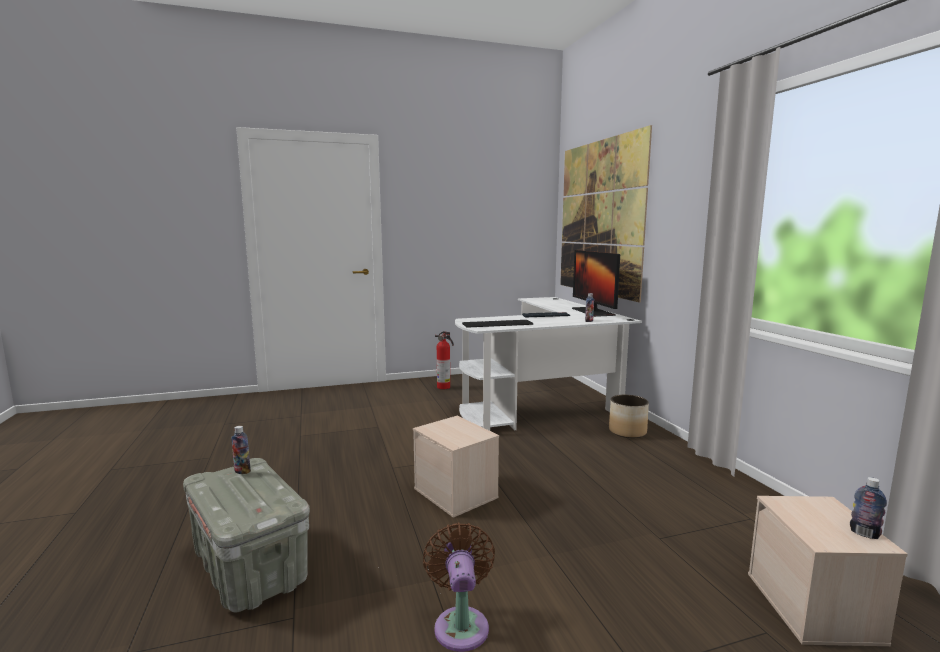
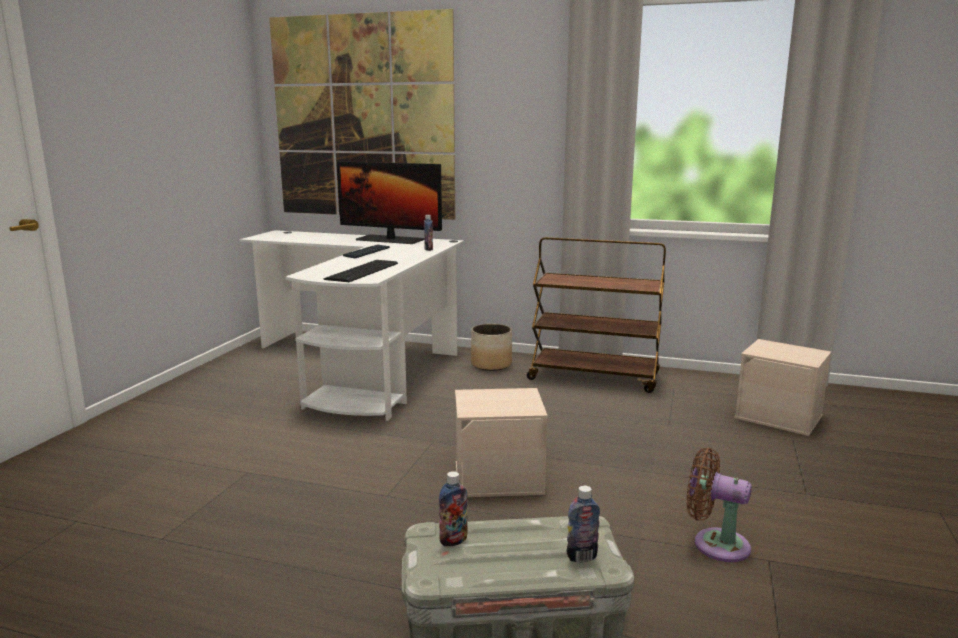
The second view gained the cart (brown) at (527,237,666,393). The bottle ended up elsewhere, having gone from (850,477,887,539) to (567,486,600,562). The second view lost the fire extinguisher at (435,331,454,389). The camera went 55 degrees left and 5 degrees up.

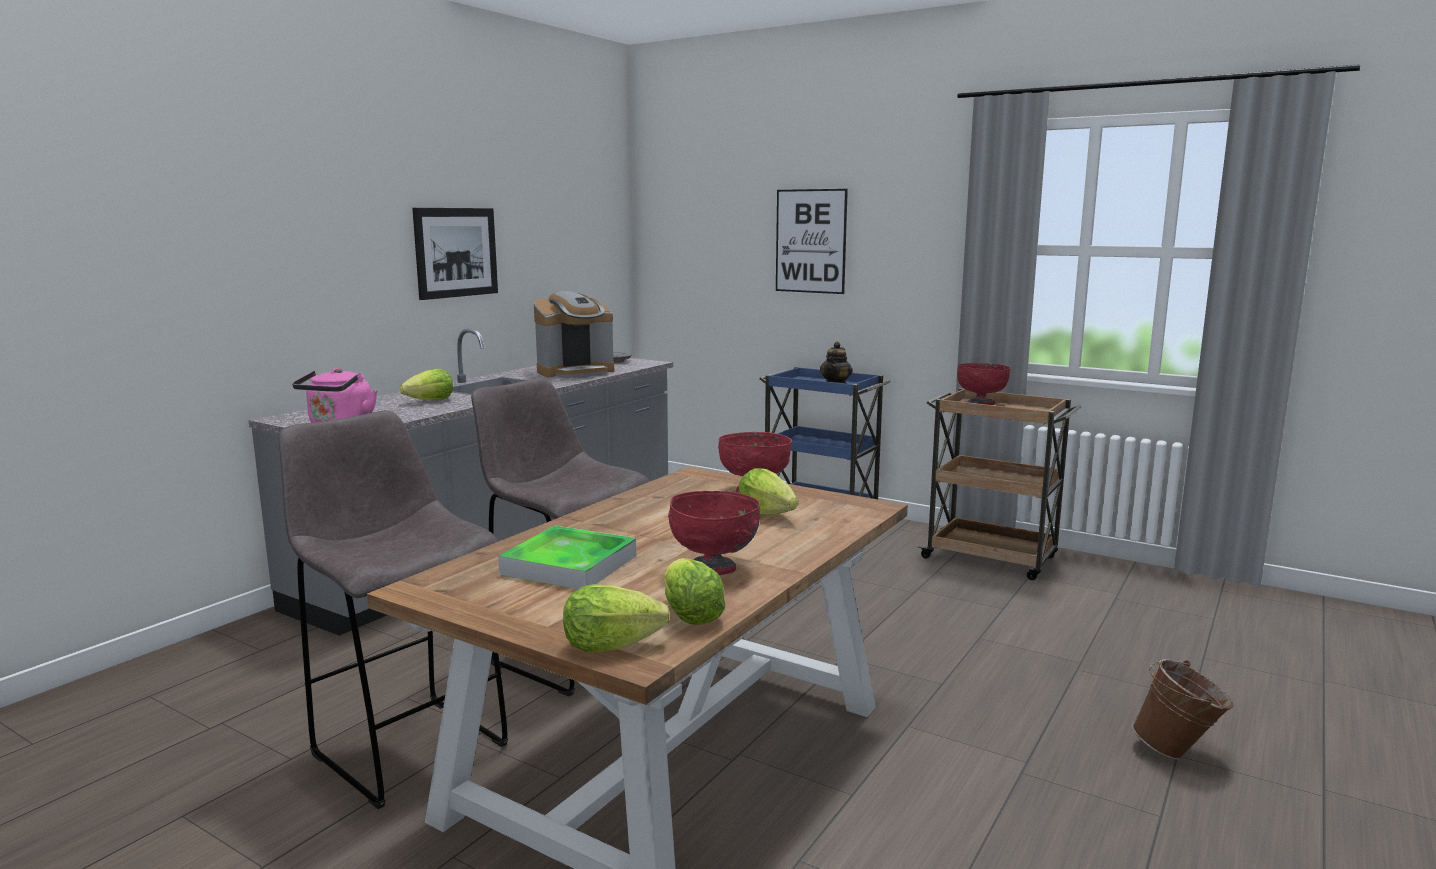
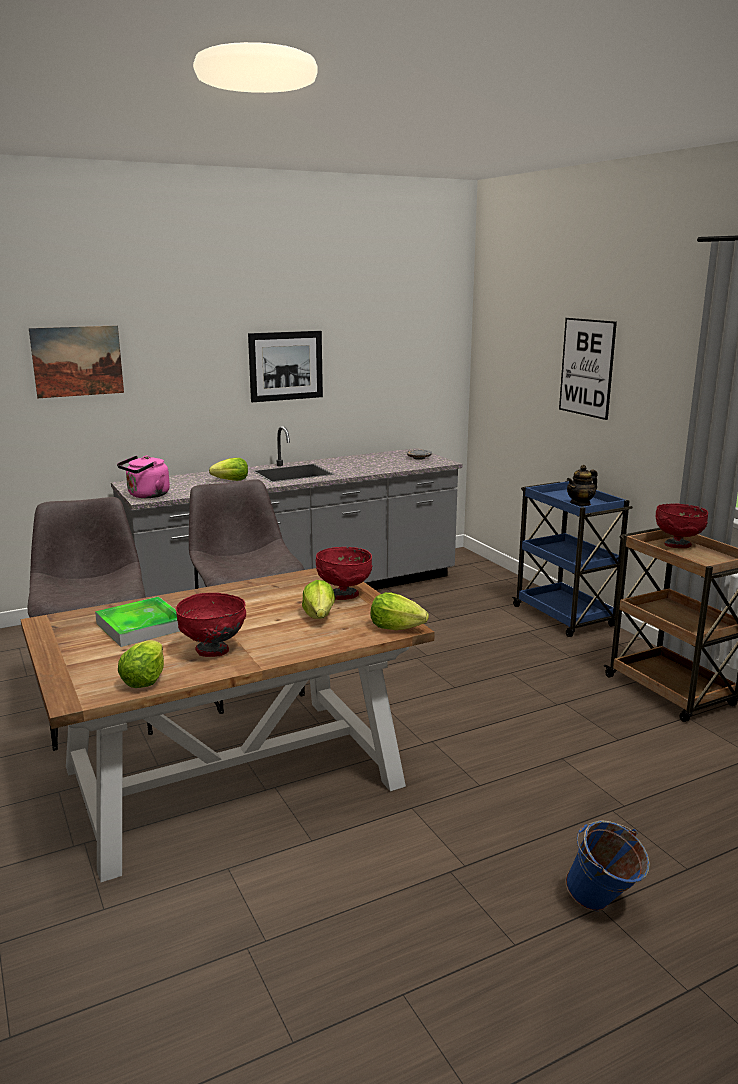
The second view gained the picture at (29,325,124,398). The lettuce ended up elsewhere, having gone from (563,584,670,652) to (370,592,429,630). What was the bucket (brown) at (1132,659,1233,760) turned into the bucket (blue) at (565,820,650,911). The second view lost the coffee machine at (534,291,614,378). The camera went 30 degrees right and 5 degrees up.

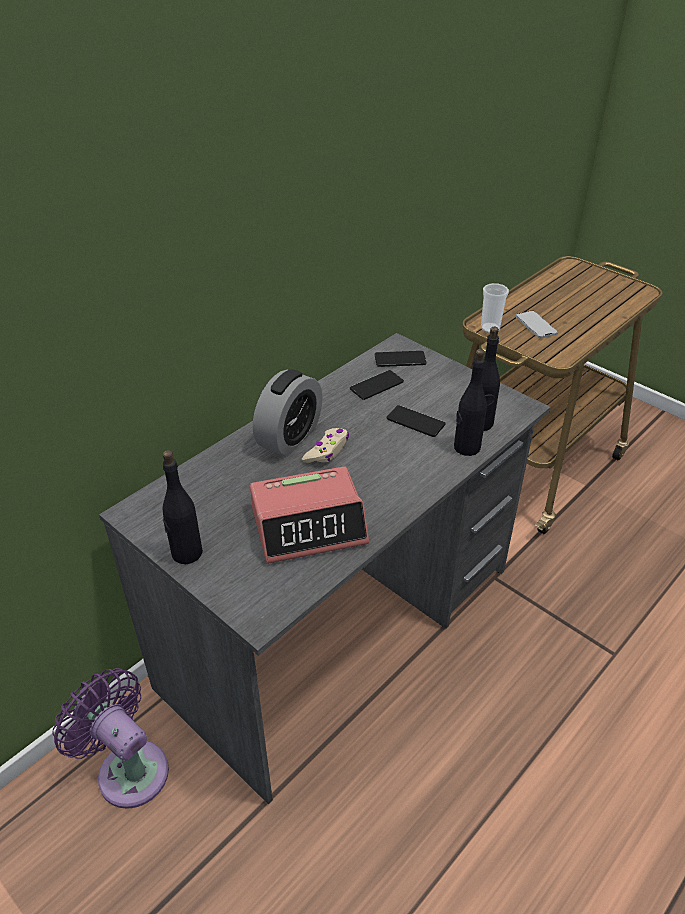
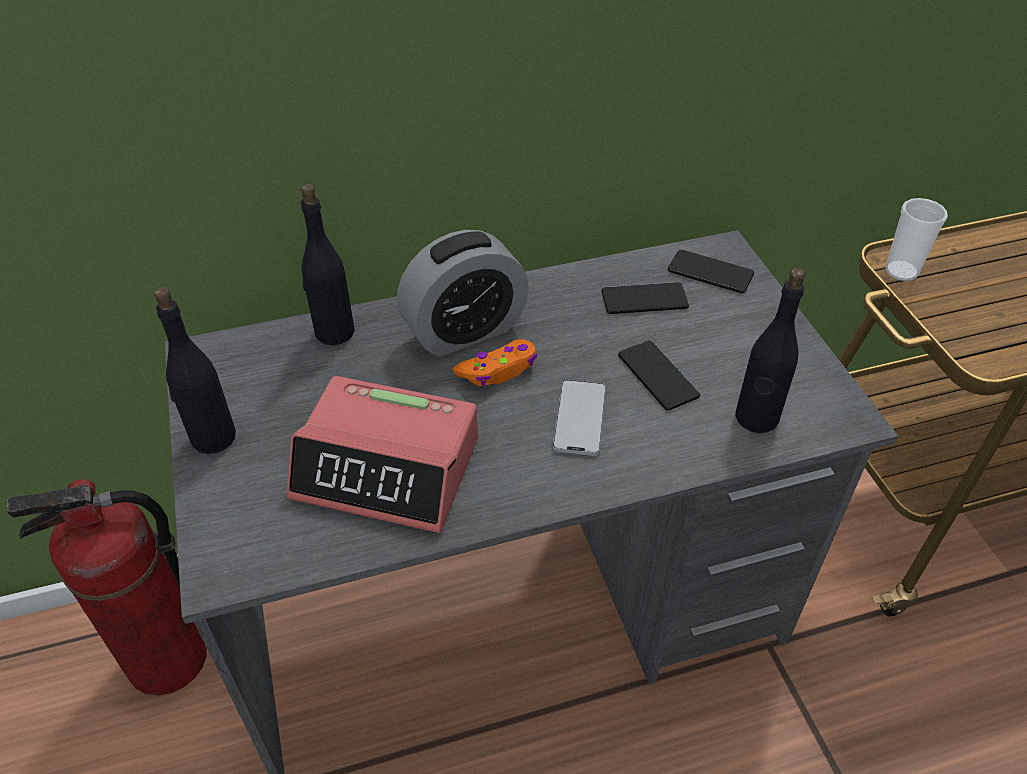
Where the fan (purple) stood at (53,668,169,809), the fire extinguisher came to stand at (7,479,207,695). The bottle (black) ended up elsewhere, having gone from (454,349,487,456) to (301,184,355,345). What was the game controller (beige) at (302,428,349,463) turned into the game controller (orange) at (453,339,537,386). The phone ended up elsewhere, having gone from (516,311,558,339) to (553,380,606,456). The camera went 30 degrees right and 5 degrees up.

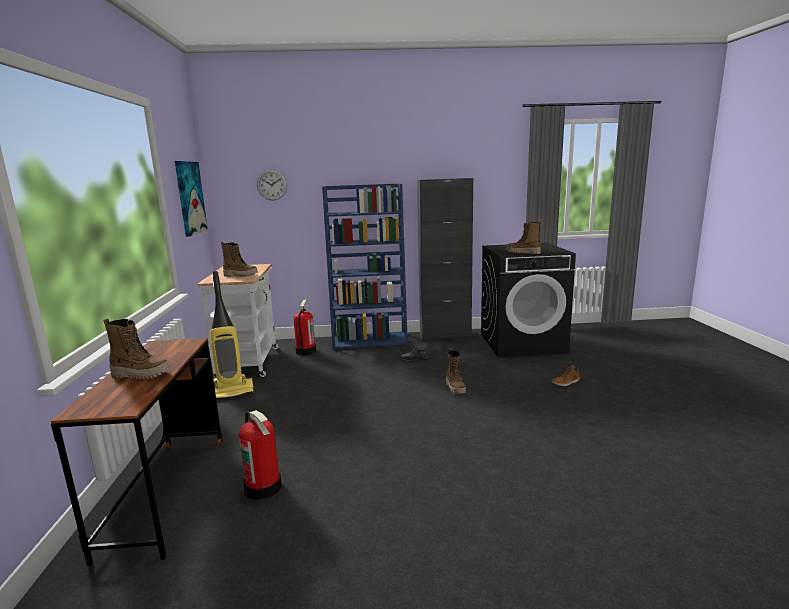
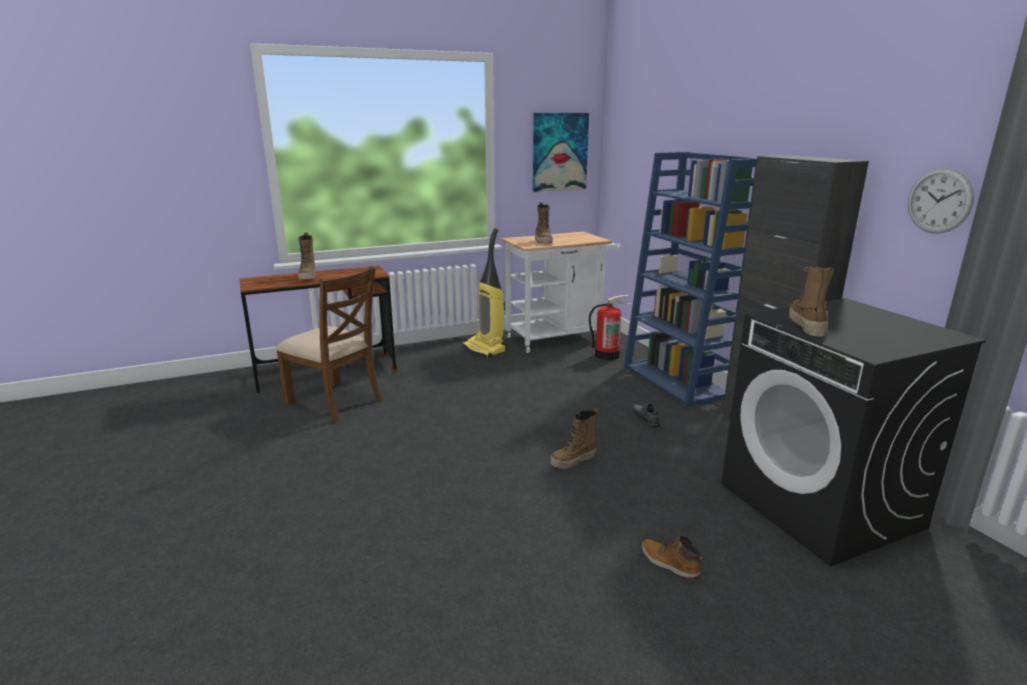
Where the fire extinguisher stood at (239,410,282,500), the chair (brown) came to stand at (276,266,382,423). The wall clock ended up elsewhere, having gone from (257,169,287,200) to (907,168,974,234). The camera went 70 degrees right and 5 degrees up.

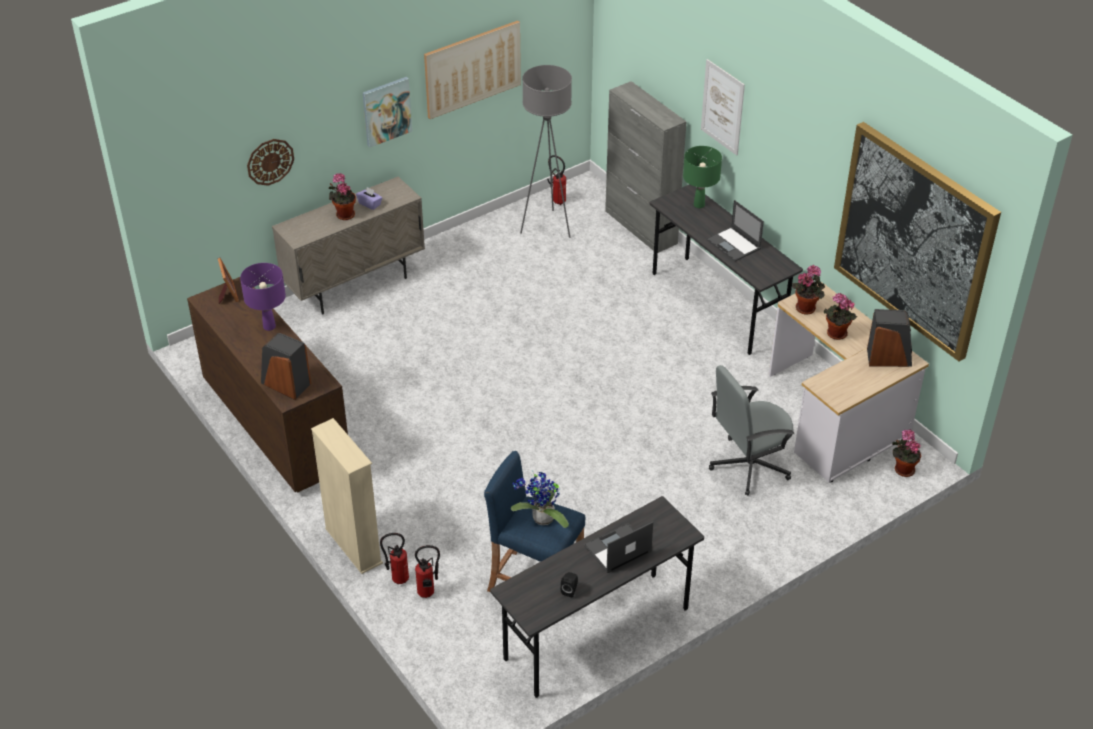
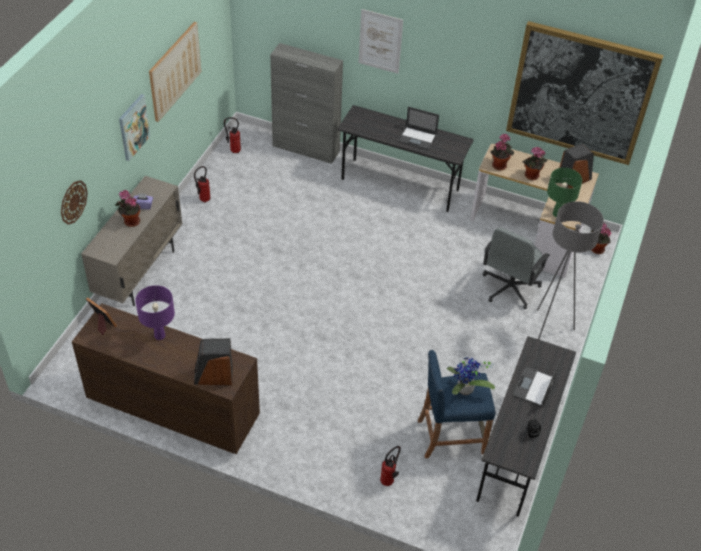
The fire extinguisher ended up elsewhere, having gone from (380,533,409,584) to (194,166,211,203). The floor lamp (grey) ended up elsewhere, having gone from (520,65,572,238) to (537,201,604,339). The table lamp (green) ended up elsewhere, having gone from (683,146,722,208) to (547,168,582,217). The second view lost the bookcase (beige) at (311,418,383,574). The camera went 35 degrees left and 5 degrees up.

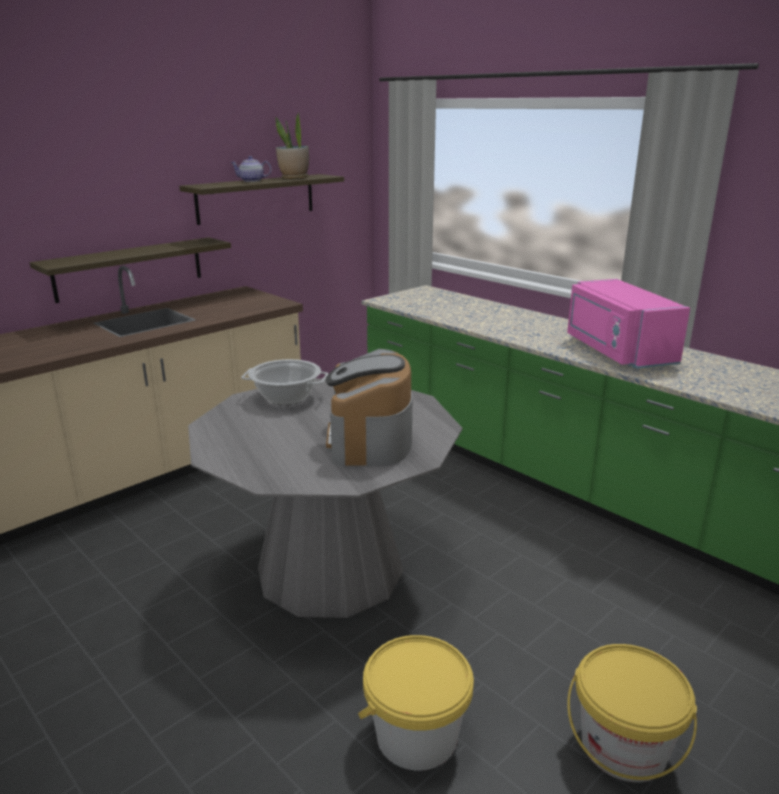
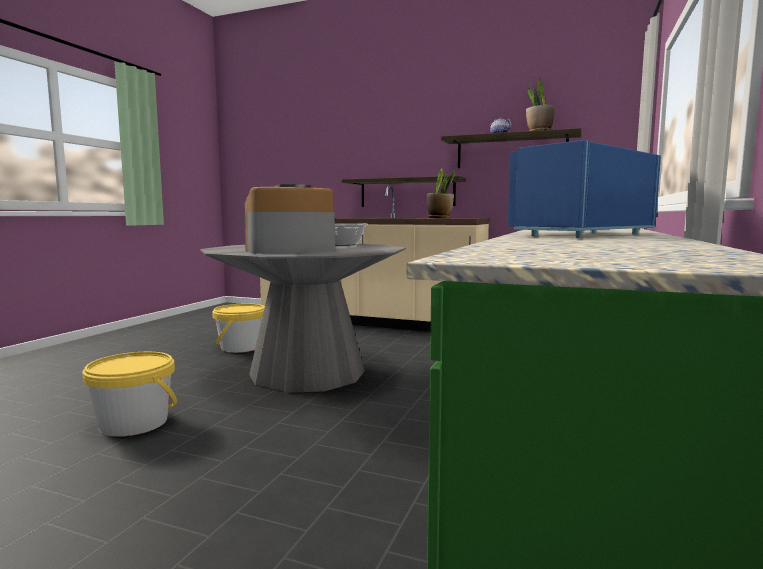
The bucket (yellow) ended up elsewhere, having gone from (567,644,697,782) to (212,303,265,353). The second view gained the potted plant at (427,168,455,218). What was the microwave (pink) at (567,279,690,368) turned into the microwave (blue) at (508,140,661,238). The camera went 65 degrees right and 15 degrees down.

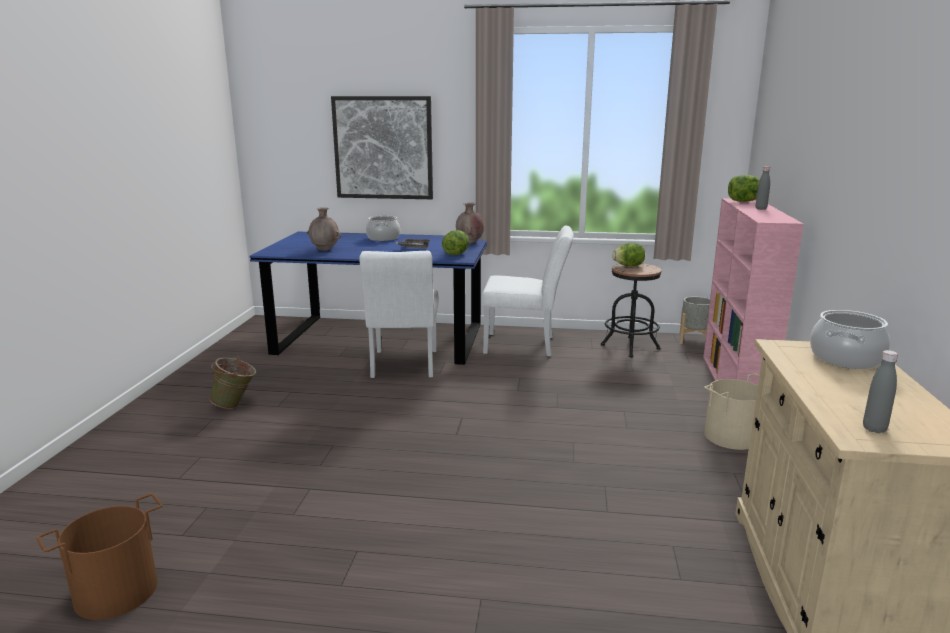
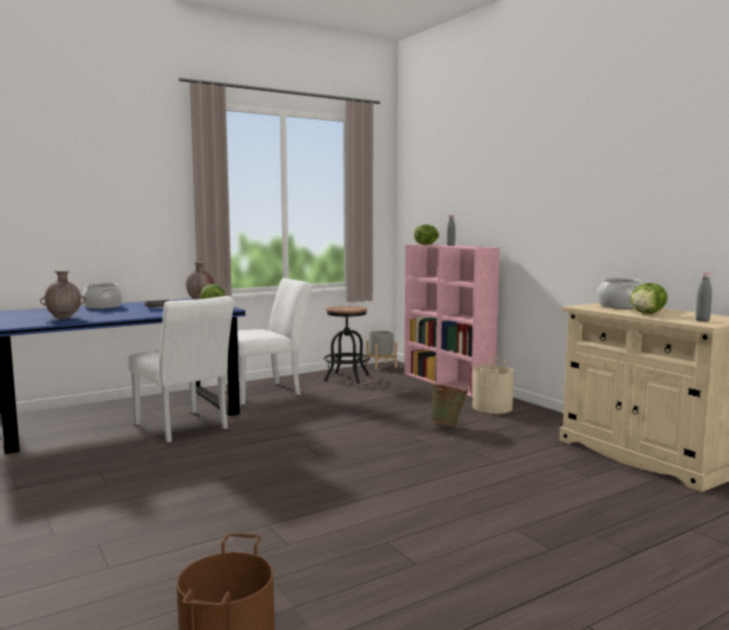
The bucket (green) ended up elsewhere, having gone from (210,357,256,409) to (430,383,469,427). The lettuce ended up elsewhere, having gone from (612,243,645,266) to (631,283,668,314). The second view lost the picture at (331,96,433,199). The camera went 40 degrees left and 10 degrees down.

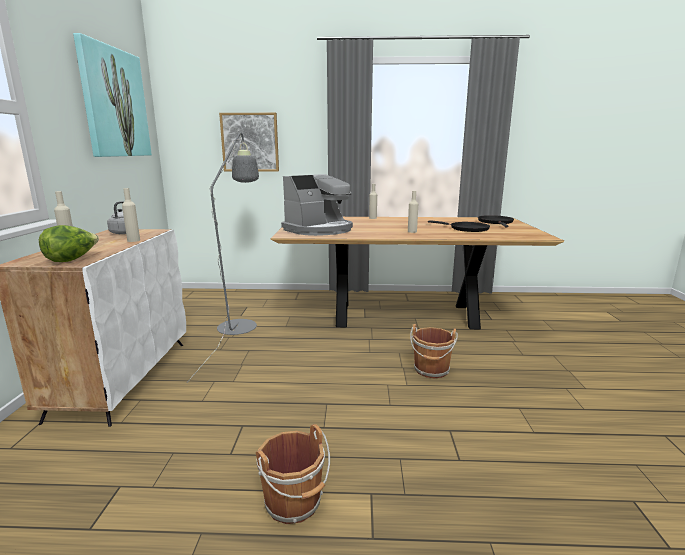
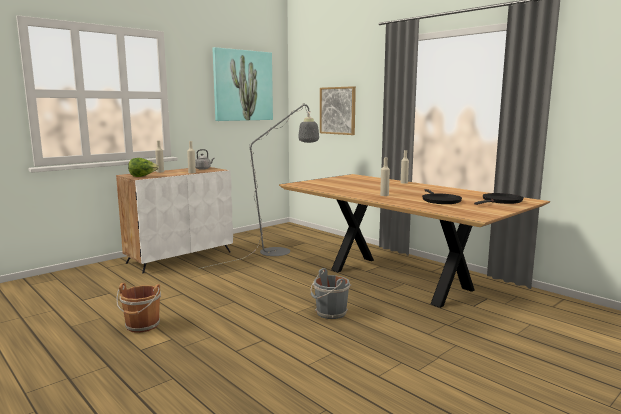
What was the bucket (brown) at (410,324,458,379) turned into the bucket (grey) at (310,268,351,319). The second view lost the coffee machine at (281,174,353,236). The camera went 45 degrees right and 5 degrees down.

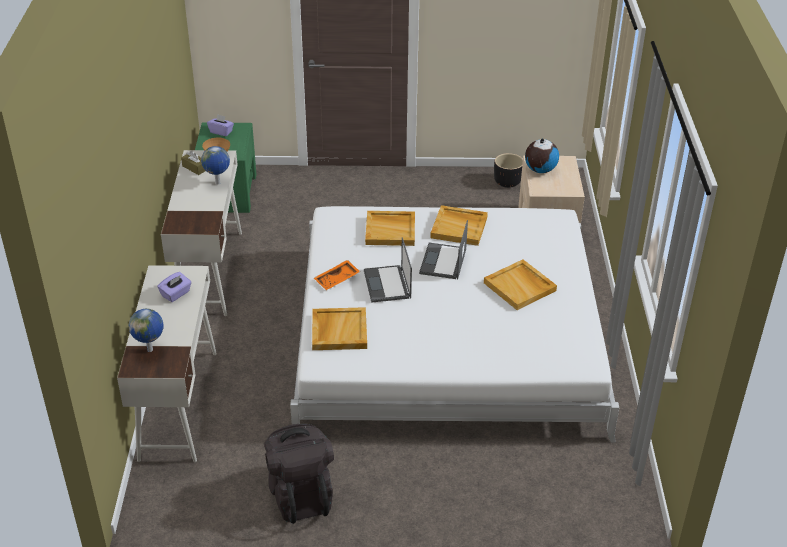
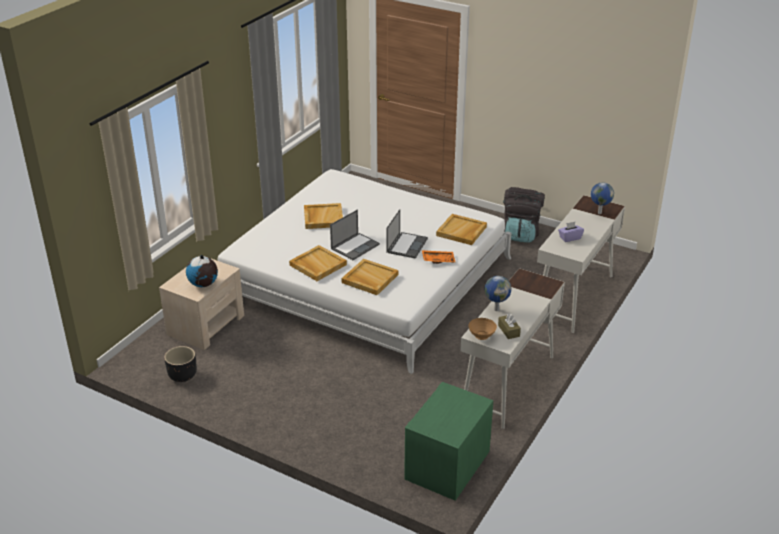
The second view lost the tissue box (purple) at (207,114,234,136). The camera went 150 degrees left and 5 degrees down.

